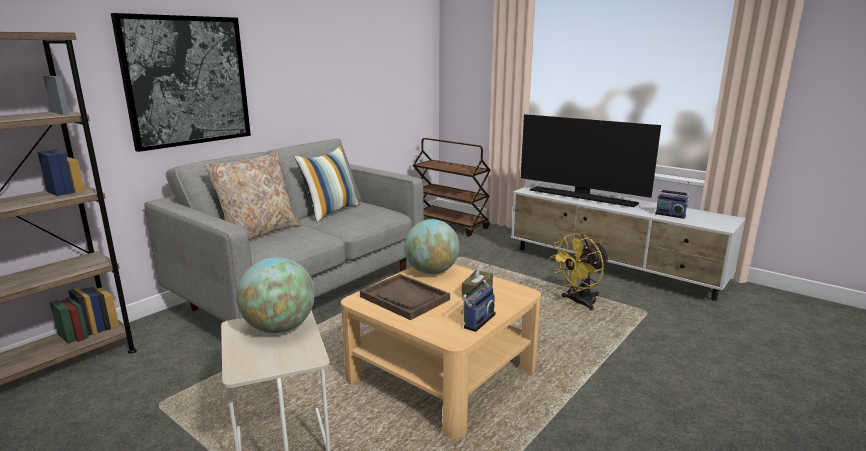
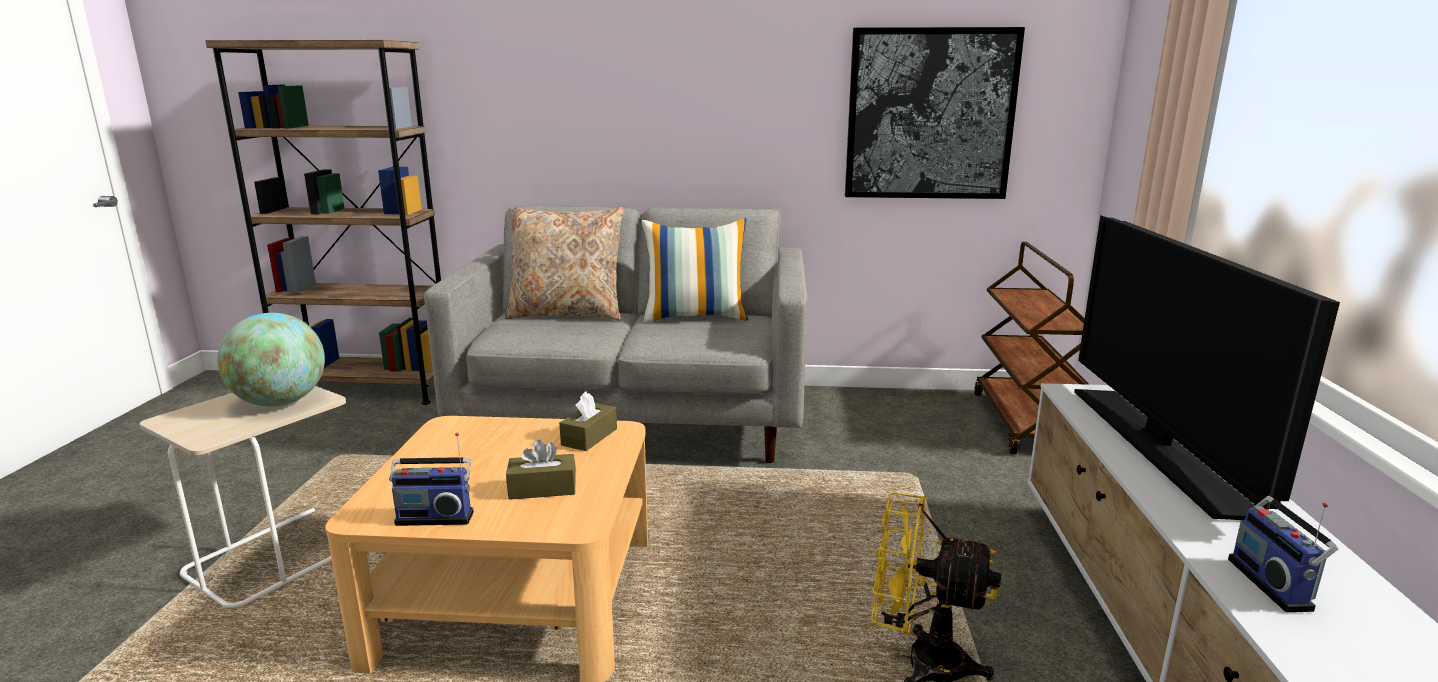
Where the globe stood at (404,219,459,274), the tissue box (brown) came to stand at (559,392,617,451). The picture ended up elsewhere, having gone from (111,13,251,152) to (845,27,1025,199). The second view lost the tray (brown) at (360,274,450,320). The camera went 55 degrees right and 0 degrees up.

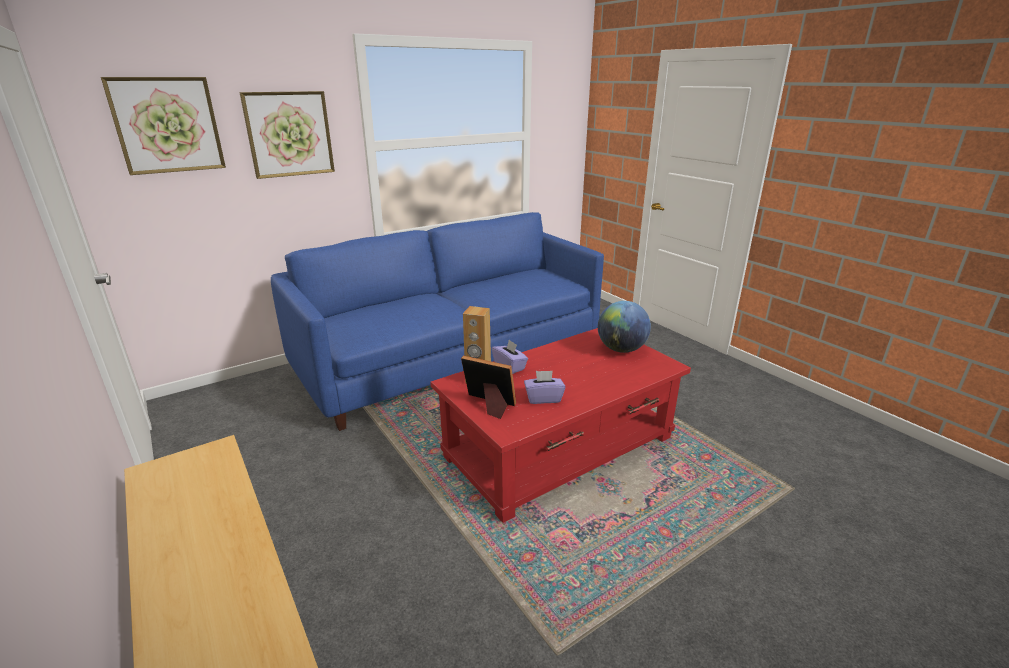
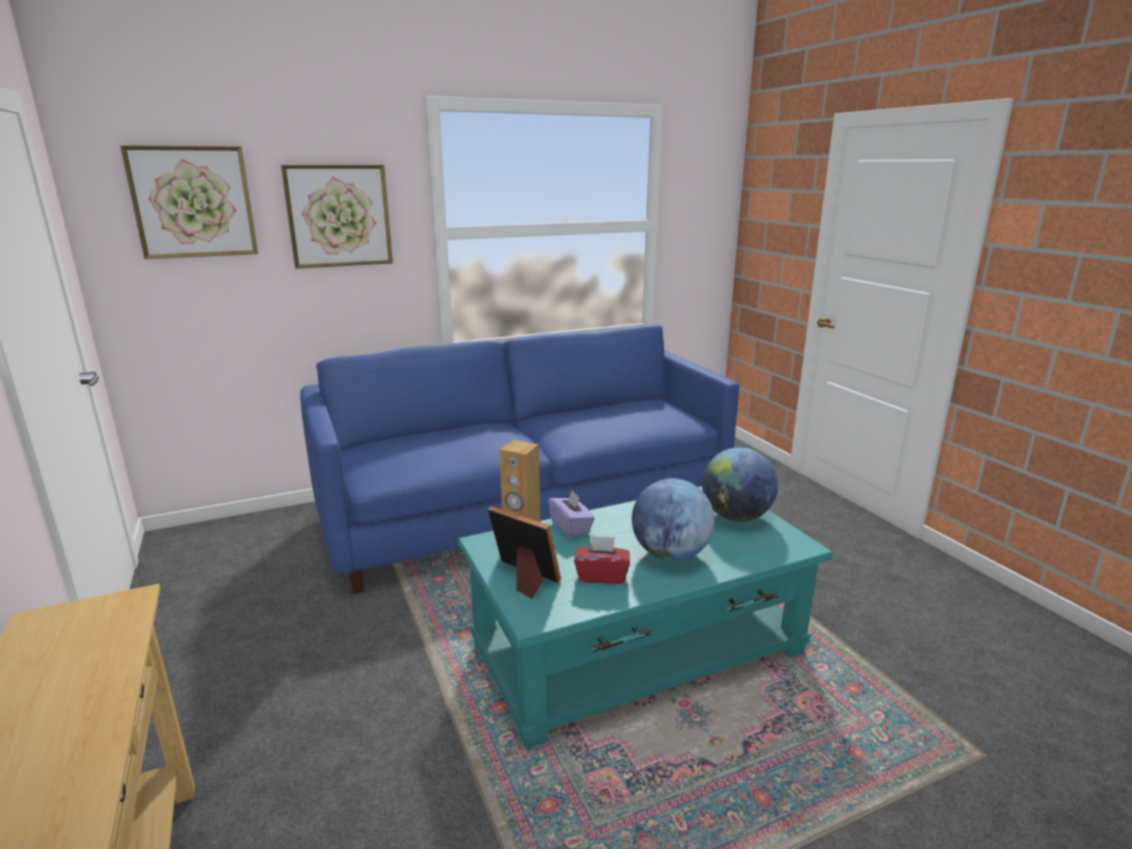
What was the coffee table (red) at (430,328,691,523) turned into the coffee table (turquoise) at (458,486,833,749). What was the tissue box (purple) at (524,370,565,404) turned into the tissue box (red) at (574,536,630,584). The second view gained the globe at (632,478,715,561). The camera went 10 degrees right and 5 degrees down.

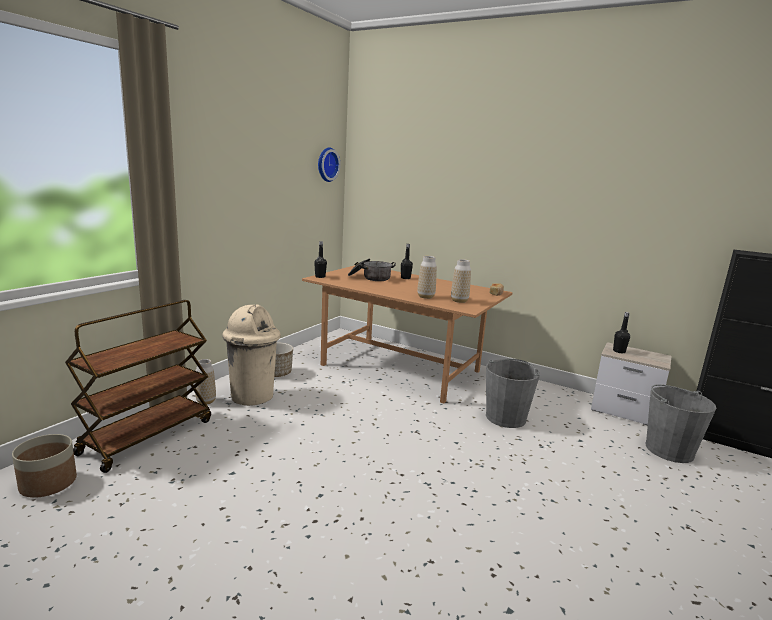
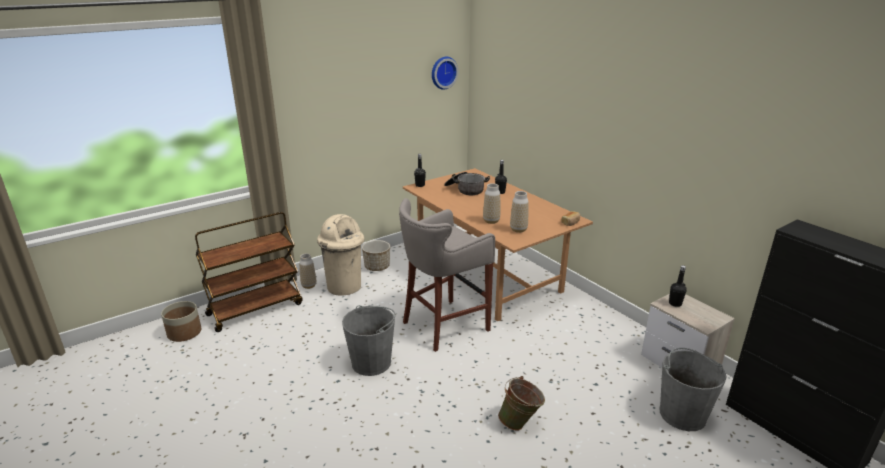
The bucket (grey) ended up elsewhere, having gone from (486,359,540,428) to (342,305,395,376). The second view gained the stool (grey) at (399,198,495,352). The second view gained the bucket (green) at (498,376,545,431). The camera went 25 degrees right and 10 degrees up.

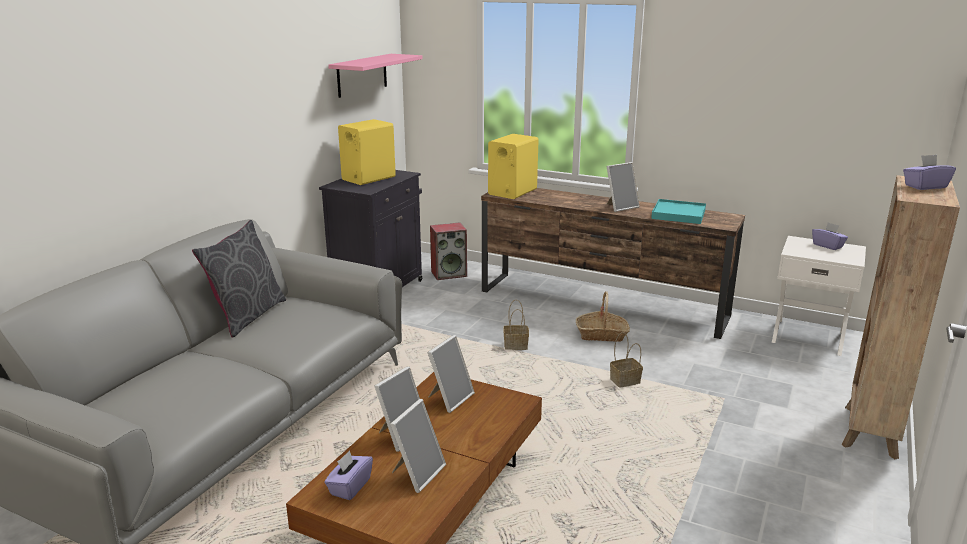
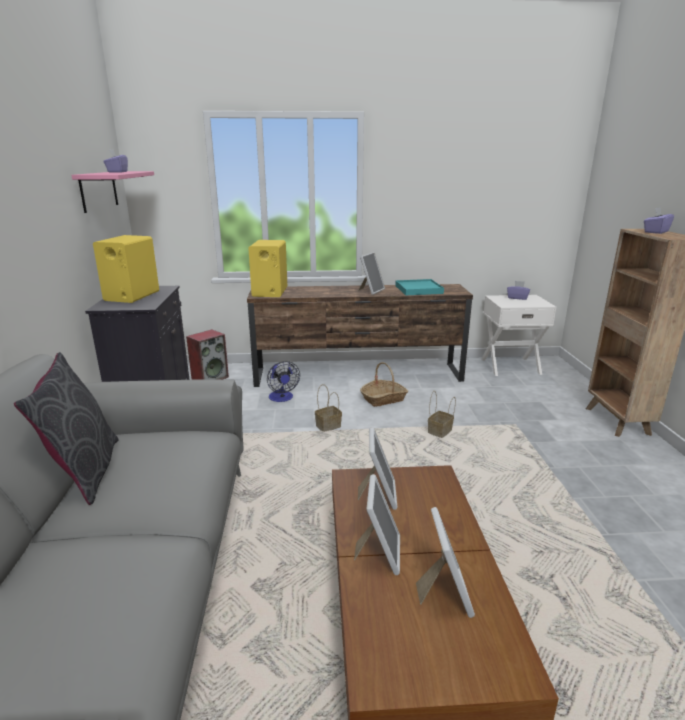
The tissue box (purple) ended up elsewhere, having gone from (324,450,373,500) to (103,150,128,172). The second view gained the fan at (267,361,300,402). The camera went 30 degrees left and 0 degrees up.

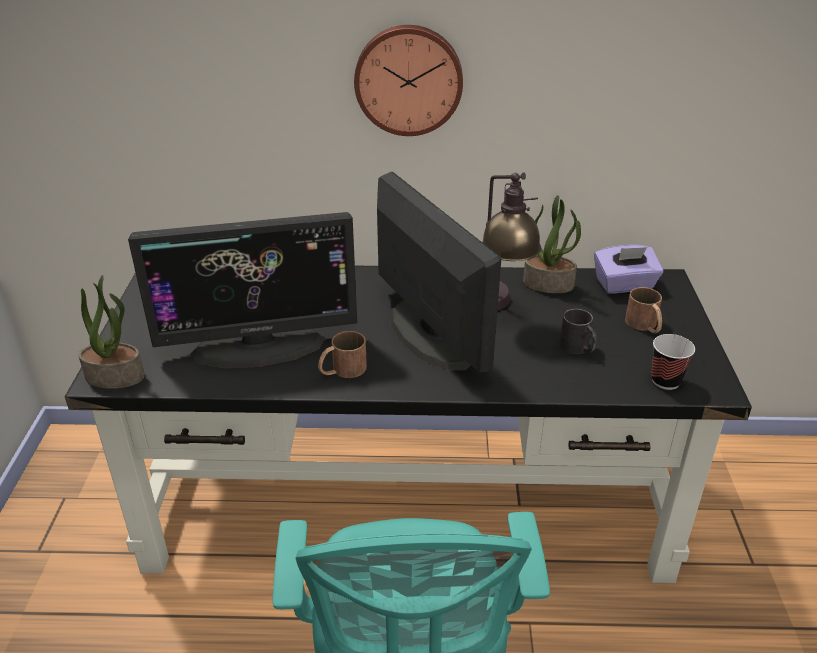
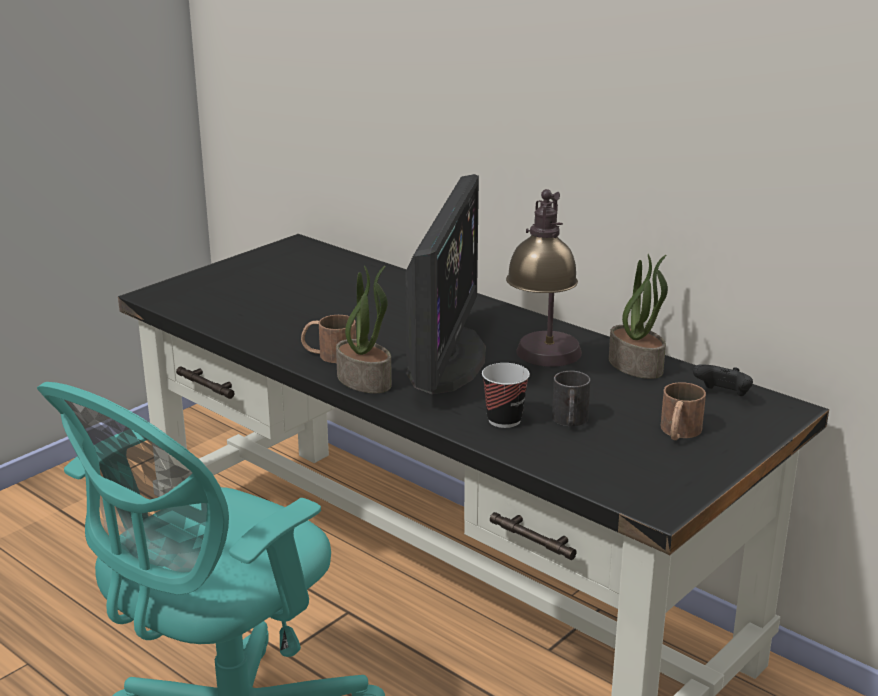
The potted plant ended up elsewhere, having gone from (78,275,145,389) to (336,266,392,393). The cup ended up elsewhere, having gone from (651,334,695,390) to (482,363,530,428). Where the tissue box (purple) stood at (594,245,663,293), the game controller (black) came to stand at (693,364,753,396). The second view lost the monitor at (128,212,357,368). The second view lost the wall clock at (354,25,463,136). The camera went 40 degrees right and 10 degrees down.

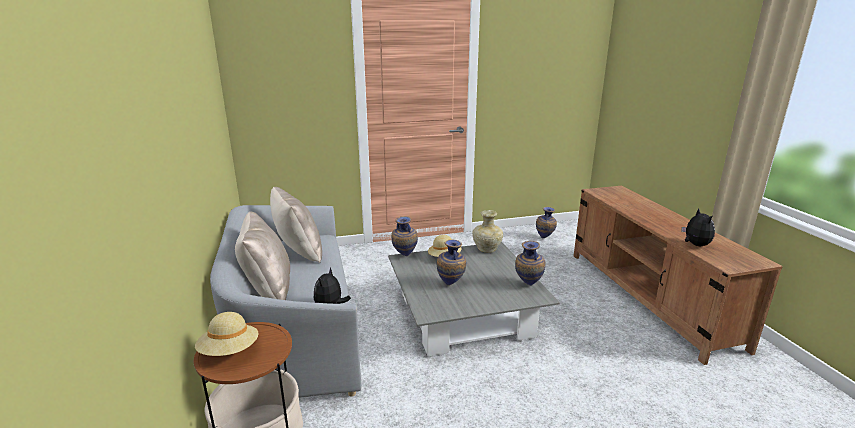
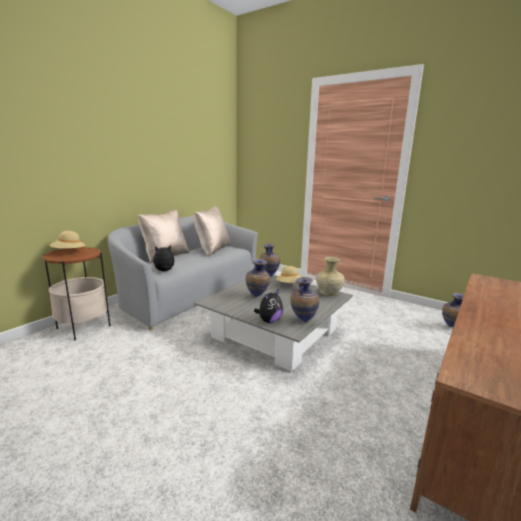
The plush toy ended up elsewhere, having gone from (681,208,715,246) to (254,289,283,323). The camera went 50 degrees right and 5 degrees down.

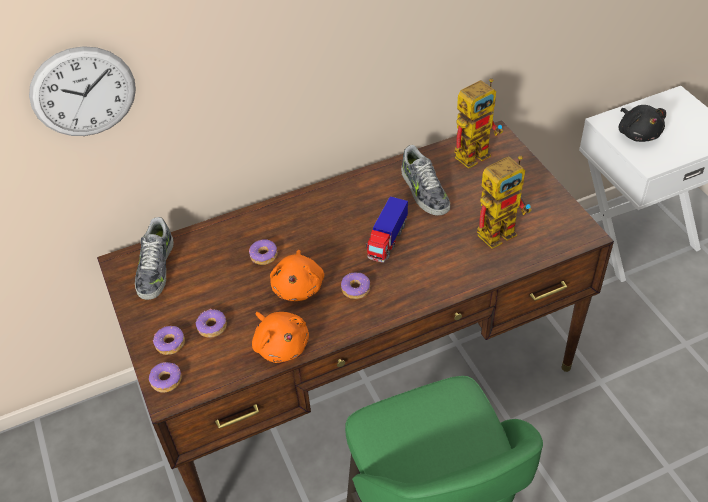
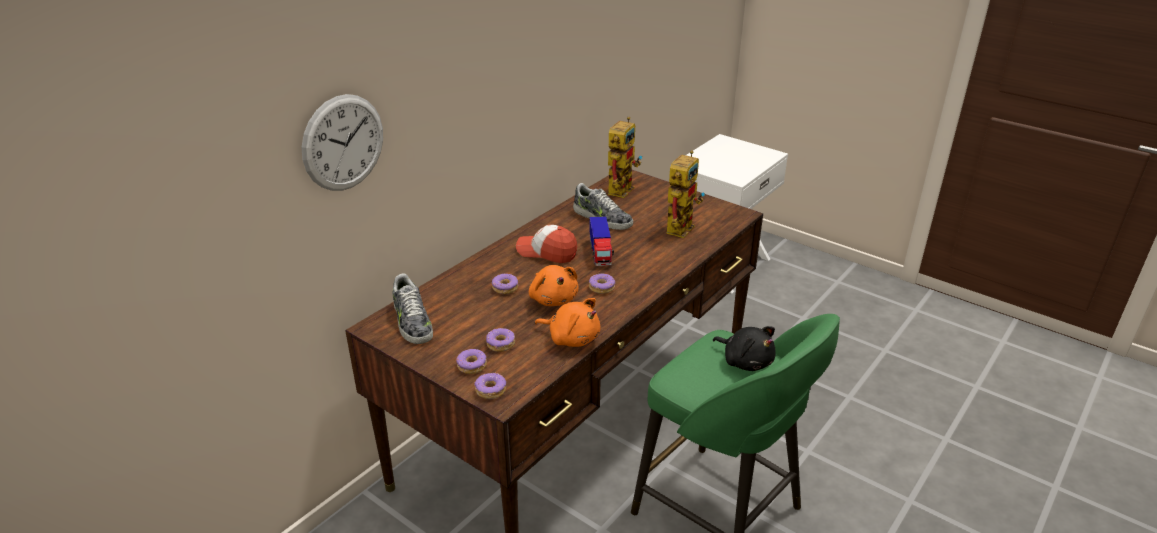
The second view gained the cap at (516,225,577,263). The plush toy (black) ended up elsewhere, having gone from (619,105,666,142) to (713,326,776,371). The camera went 30 degrees left and 15 degrees down.

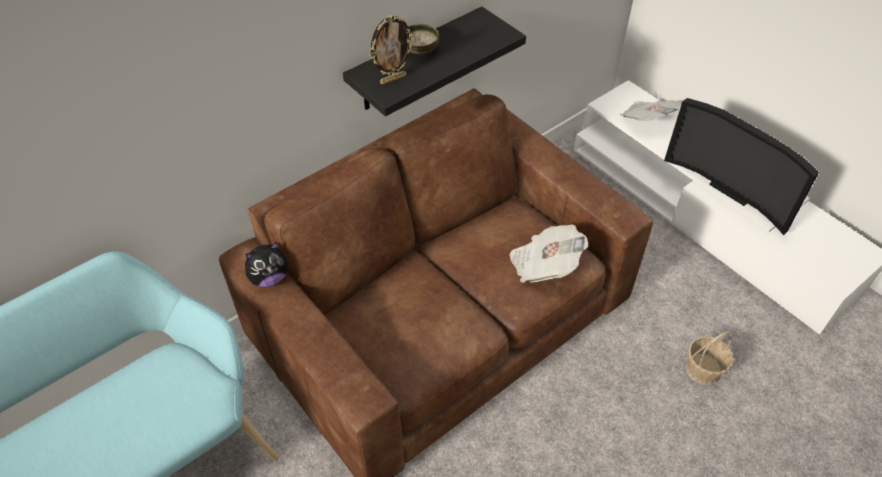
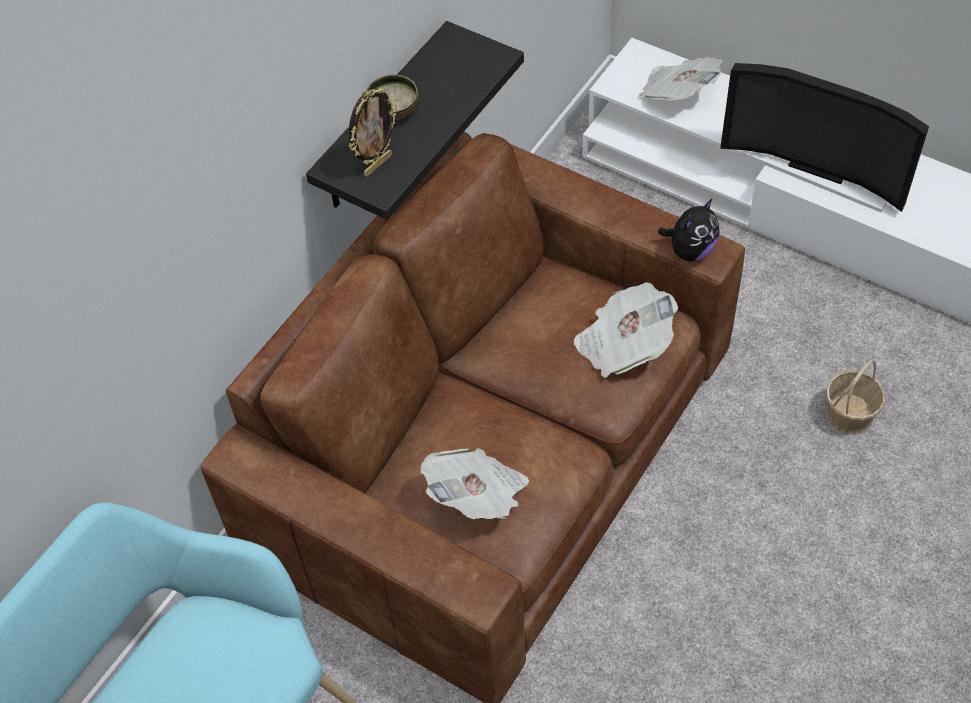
The second view gained the newspaper at (421,448,529,519). The plush toy ended up elsewhere, having gone from (245,242,288,287) to (658,199,719,261). The camera went 15 degrees left and 5 degrees up.

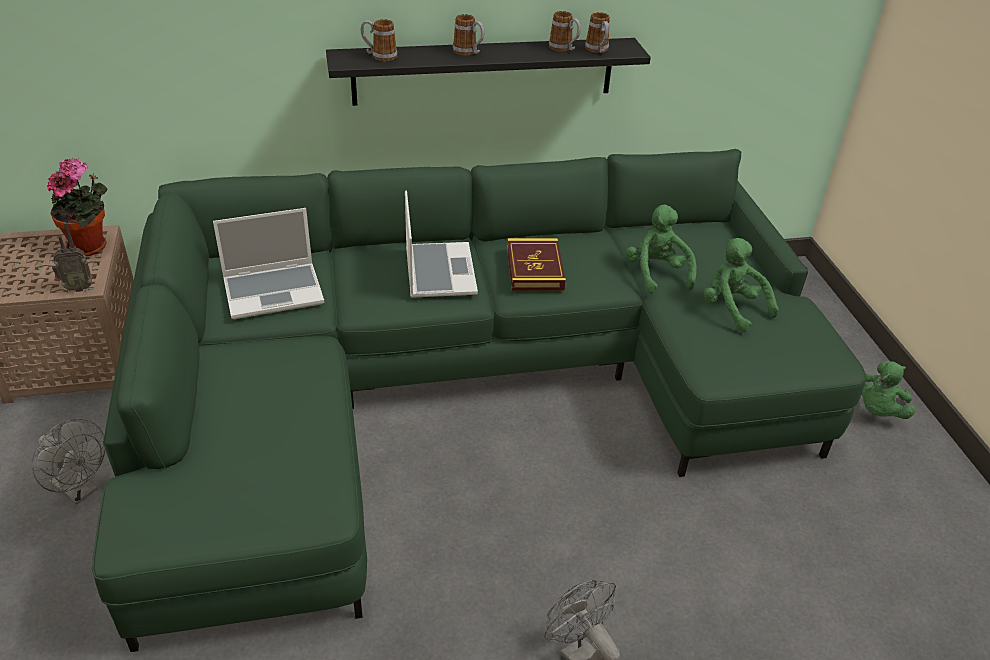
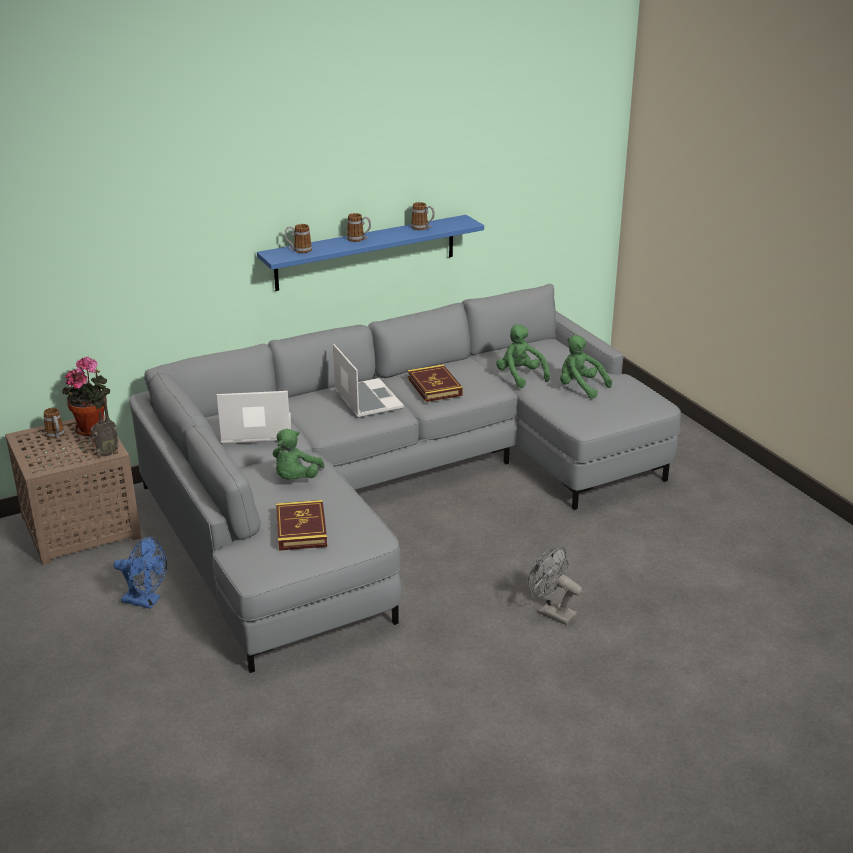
The mug ended up elsewhere, having gone from (585,12,610,53) to (44,408,65,439). What was the fan (grey) at (32,418,105,504) turned into the fan (blue) at (113,537,167,609). What was the sofa (green) at (92,149,867,652) turned into the sofa (grey) at (129,284,681,673). The laptop at (213,208,324,319) ended up facing another way, 150 degrees counterclockwise from before. What was the shelf (black) at (326,38,651,106) turned into the shelf (blue) at (257,215,484,291). The plush toy (green) ended up elsewhere, having gone from (861,361,915,419) to (272,428,325,480). The second view gained the book at (276,500,327,551). The camera went 15 degrees left and 10 degrees down.

